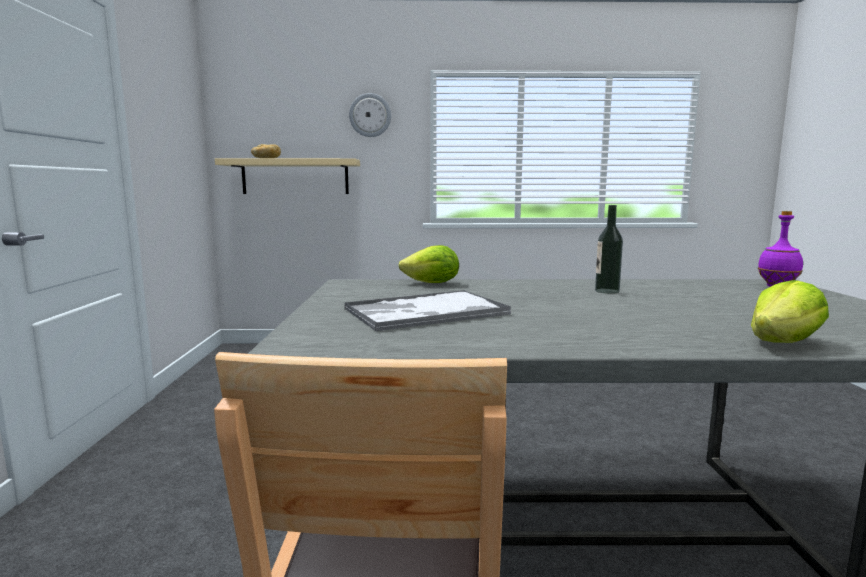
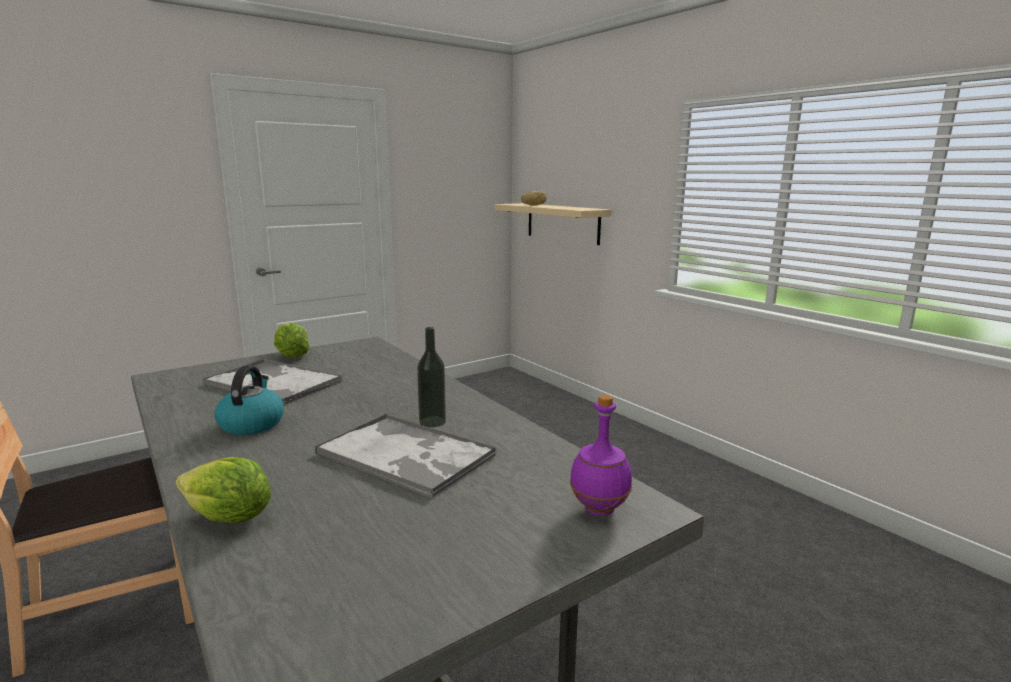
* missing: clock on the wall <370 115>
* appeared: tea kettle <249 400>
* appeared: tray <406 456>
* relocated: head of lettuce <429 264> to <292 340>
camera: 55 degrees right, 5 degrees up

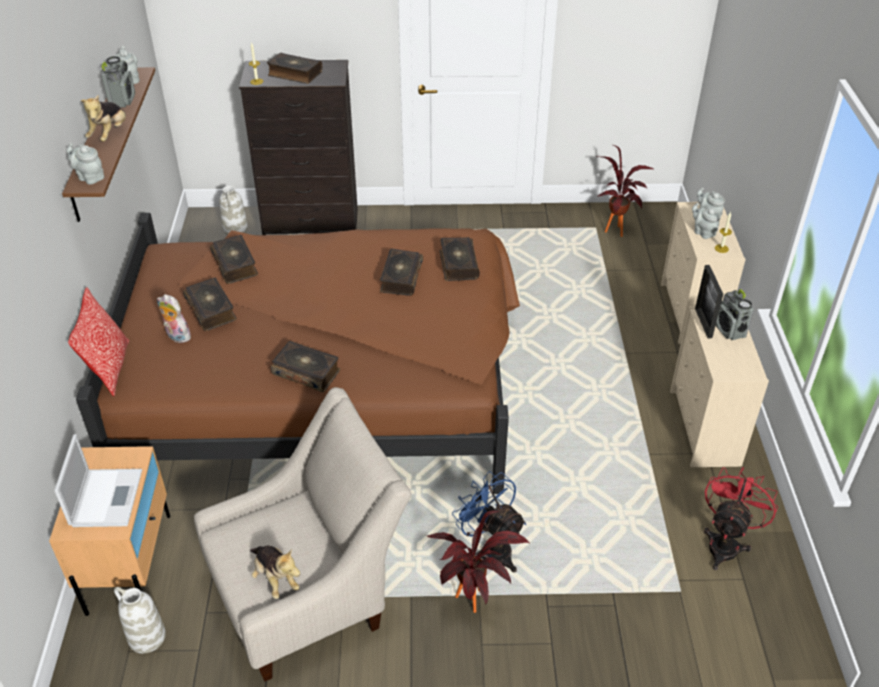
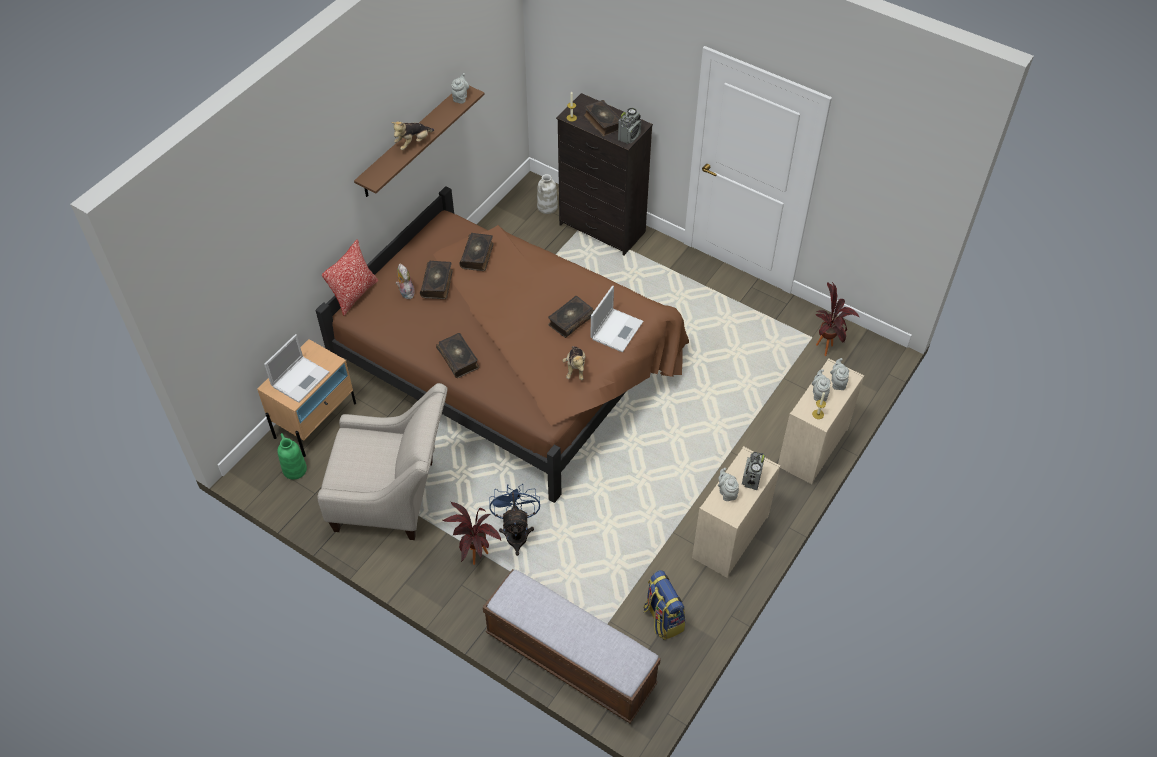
* missing: photo frame <709 302>
* appeared: long seat <572 646>
* relocated: grey teapot <85 164> to <728 484>
* relocated: radio receiver <118 81> to <629 126>
* relocated: plush toy <275 572> to <573 363>
* exchanged: book <459 259> to portable computer <617 319>
* exchanged: red-coloured fan <741 518> to rucksack <664 605>
* colour: white flower vase <140 620> to green-coloured flower vase <292 456>
camera: 35 degrees right, 10 degrees up

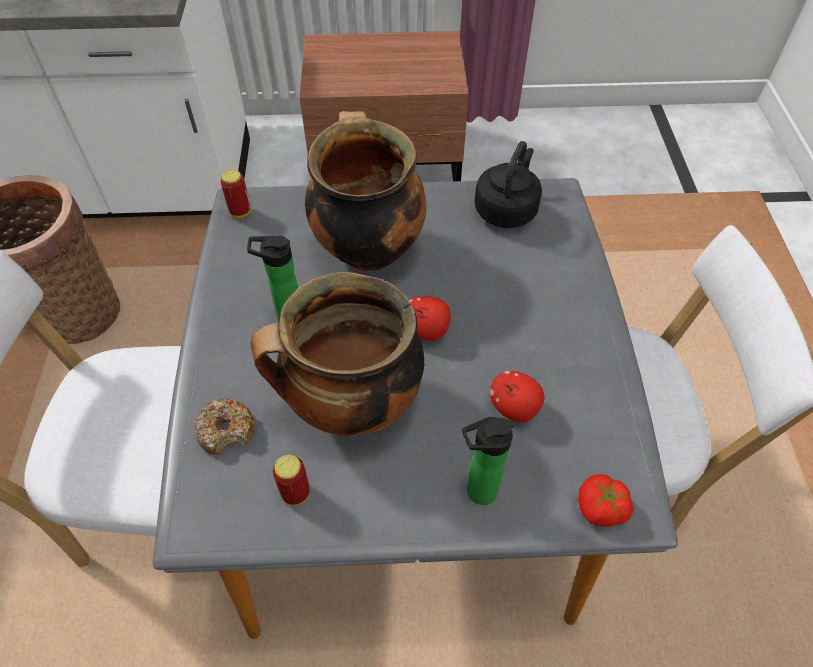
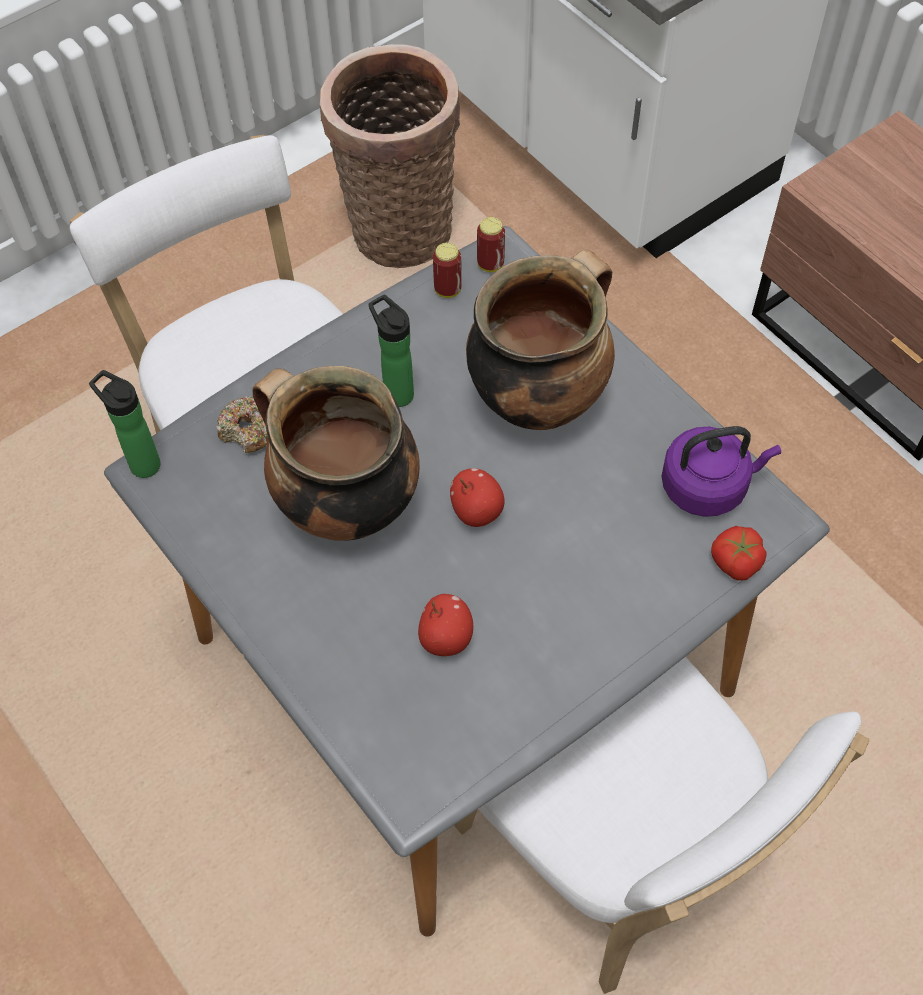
* relocated: sealed can <291 480> to <447 270>
* relocated: bottle <488 461> to <125 424>
* relocated: whole tomato <606 500> to <739 553>
* colour: blackish tea kettle <508 184> to purplish tea kettle <721 471>
camera: 55 degrees right, 5 degrees up

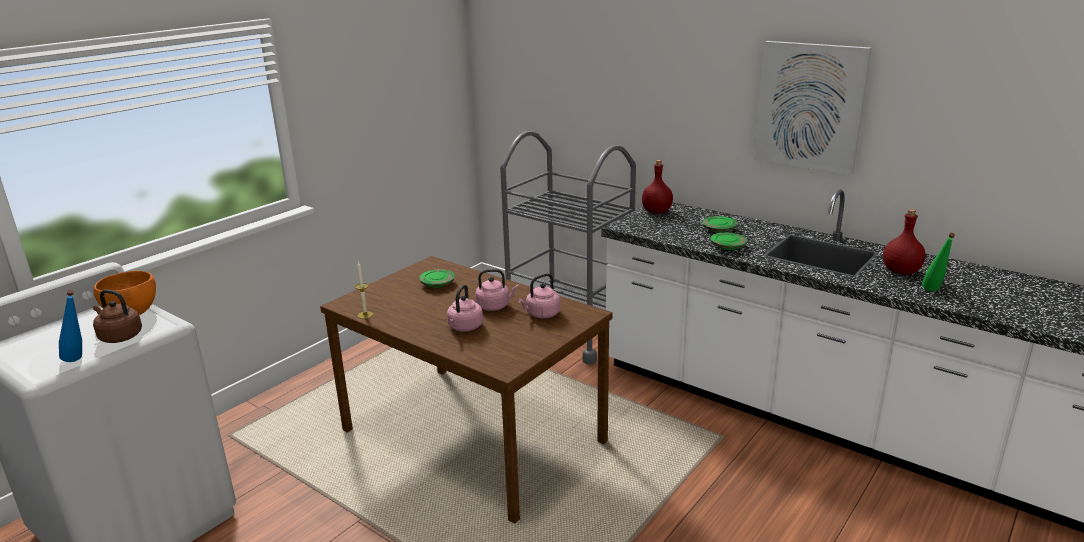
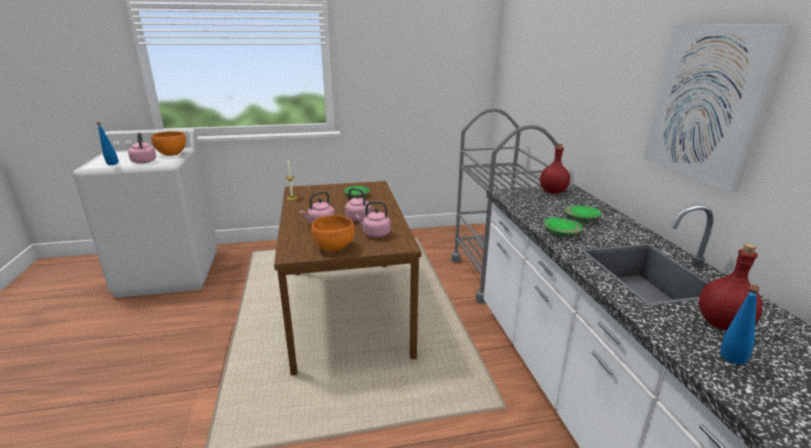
* appeared: orangey deep dish <333 233>
* colour: brownish tea kettle <117 316> to pink-coloured tea kettle <142 148>
* colour: green-coloured bottle <938 262> to blue bottle <740 325>
camera: 40 degrees right, 0 degrees up

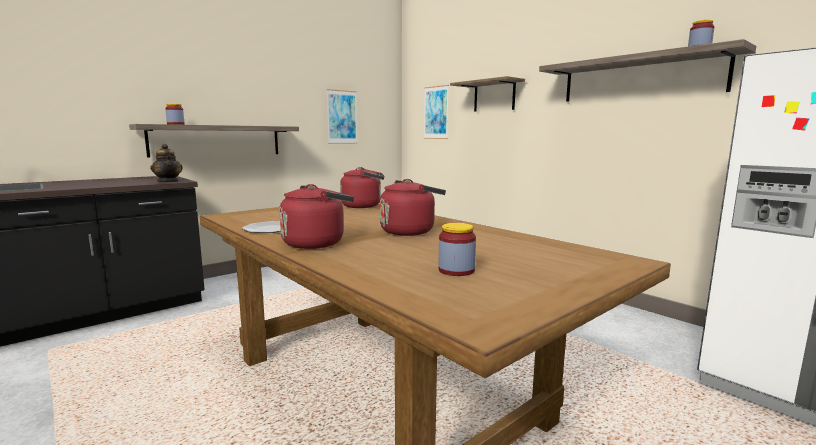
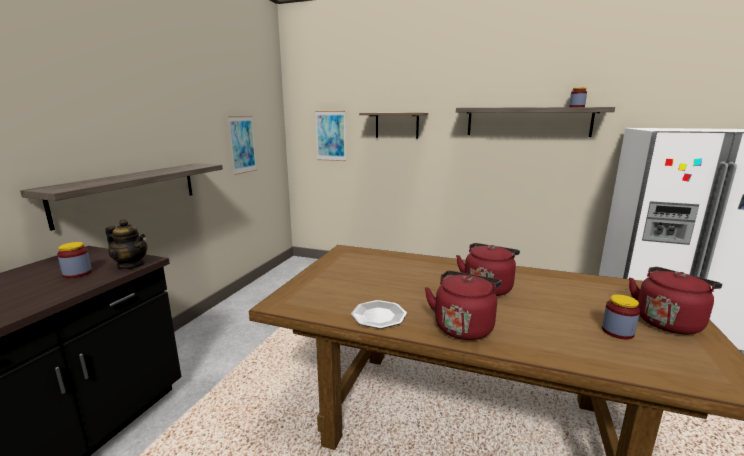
* relocated: storage jar <174 114> to <74 260>
* relocated: red-coloured tea kettle <362 187> to <675 300>
camera: 30 degrees left, 5 degrees up

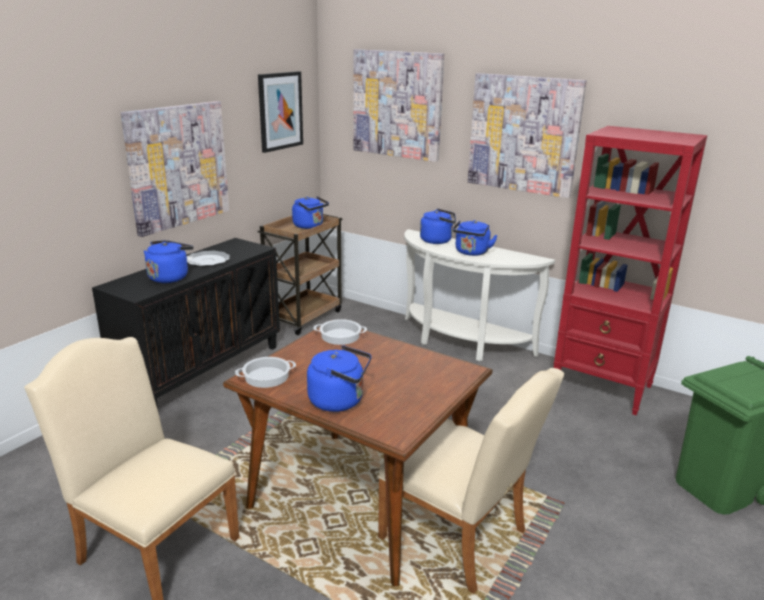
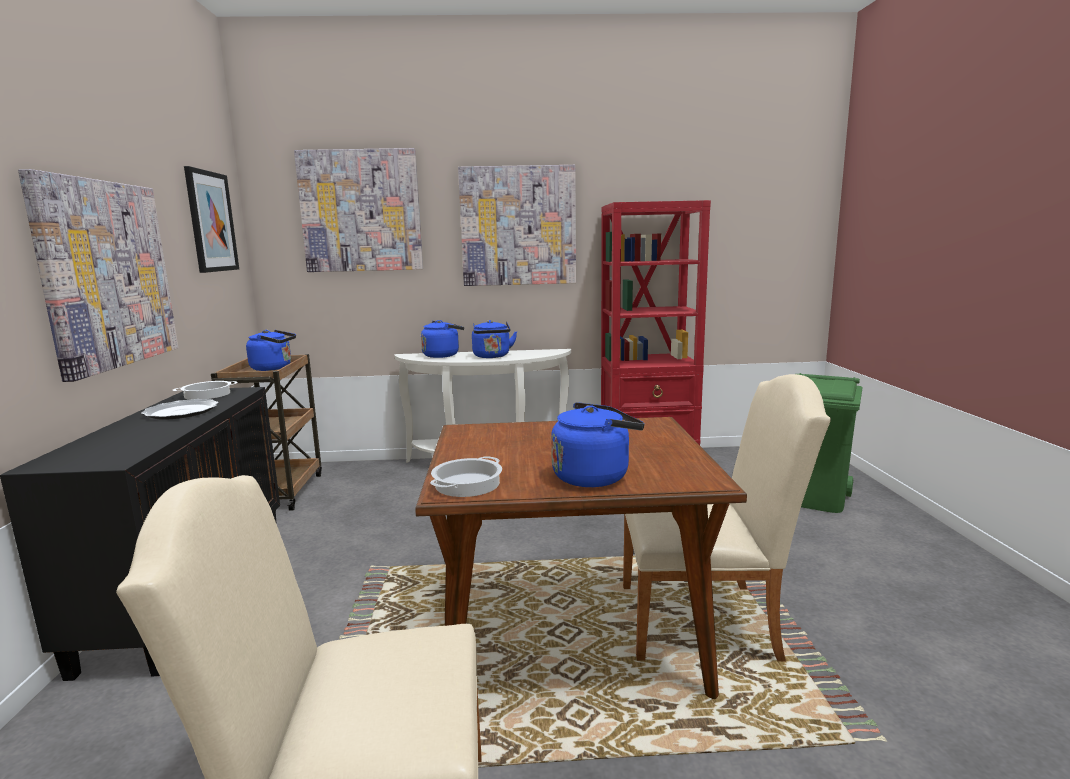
* missing: blue tea kettle <168 261>
* relocated: cooking pot <340 332> to <205 390>
camera: 35 degrees left, 10 degrees down

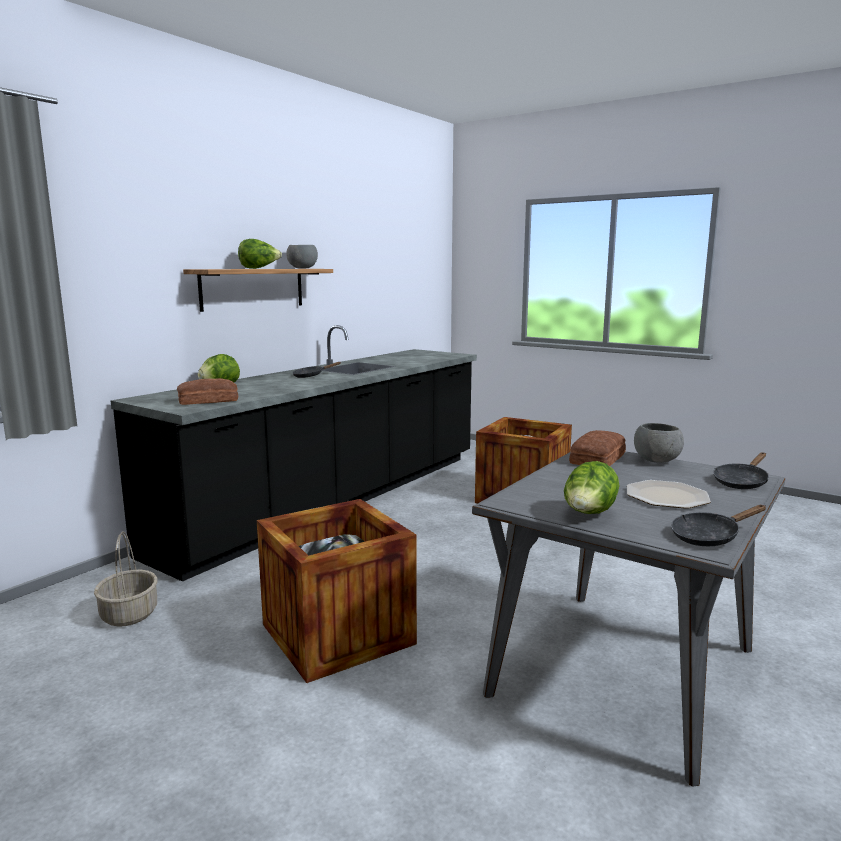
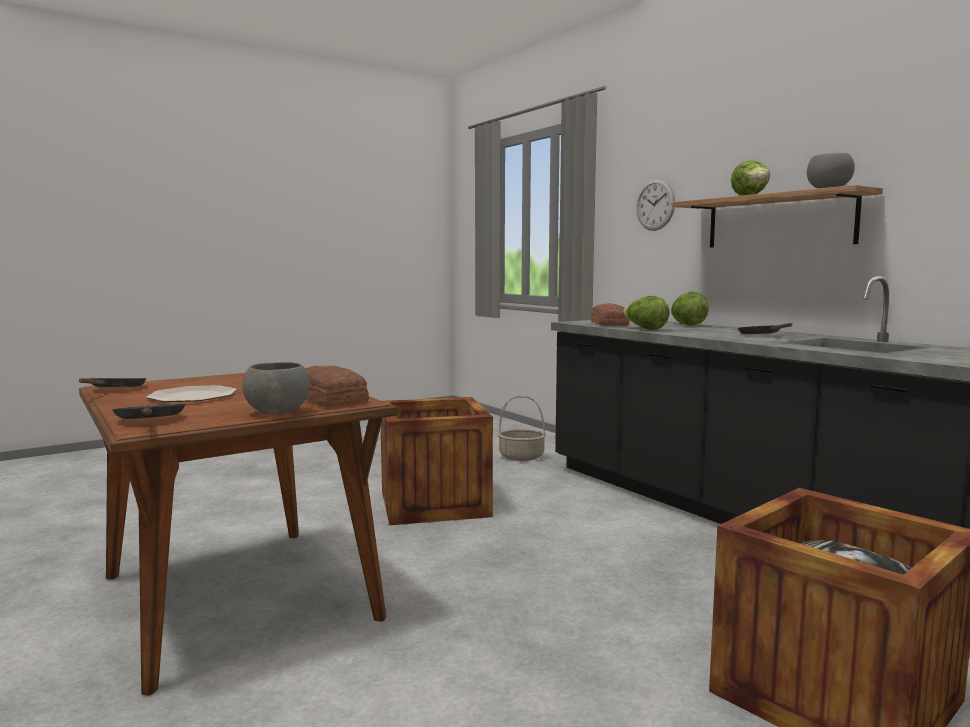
* appeared: clock on the wall <655 205>
* relocated: head of lettuce <592 487> to <646 313>
* colour: grey dining table <628 619> to brownish dining table <238 534>
camera: 110 degrees right, 5 degrees down

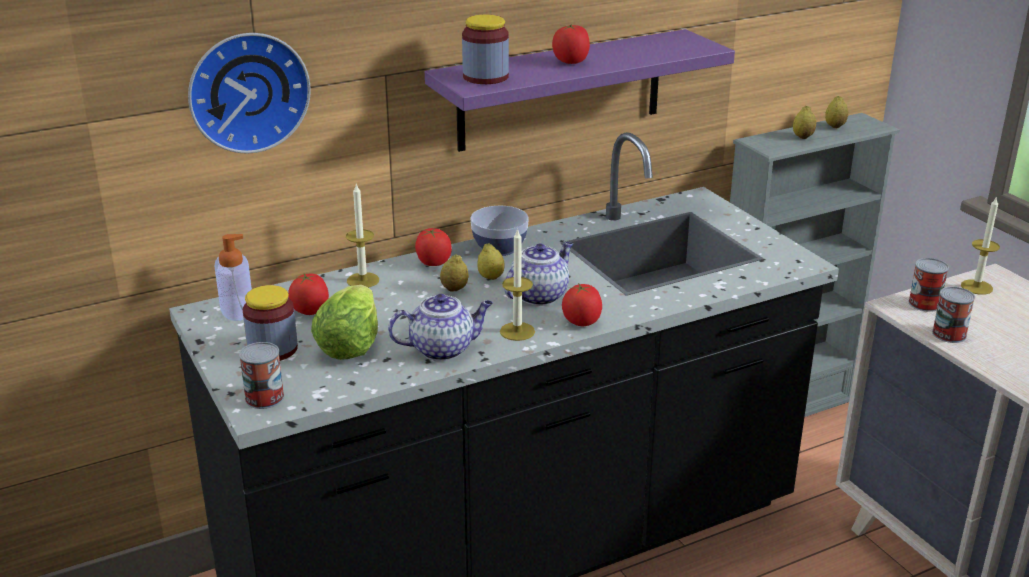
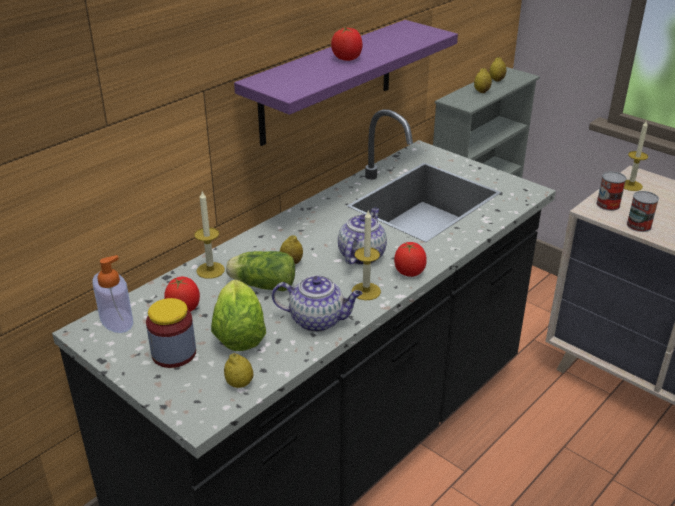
* missing: clock on the wall <249 93>
* missing: sealed can <261 375>
* missing: whole tomato <433 247>
* missing: storage jar <485 49>
* missing: deep dish <500 231>
* appeared: head of lettuce <260 271>
* relocated: lemon <491 262> to <238 370>
* spun: teapot <440 327> = <317 303> 45 degrees clockwise
camera: 20 degrees left, 5 degrees up

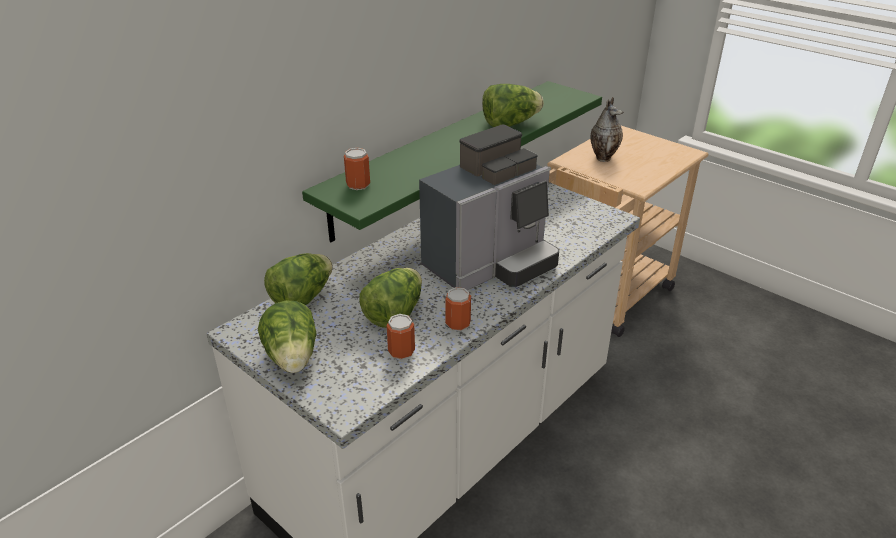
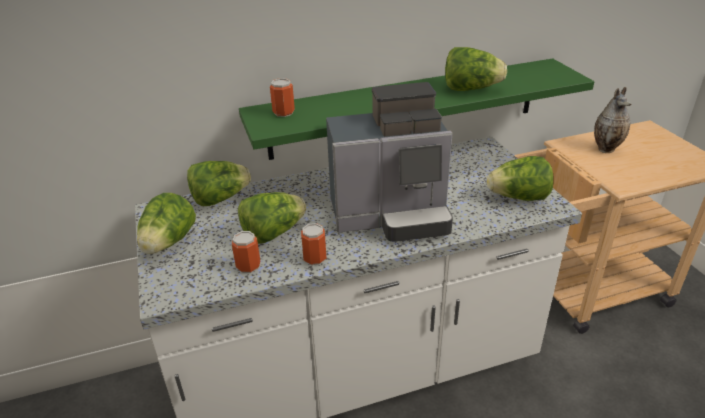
* appeared: head of lettuce <520 178>
camera: 30 degrees right, 0 degrees up

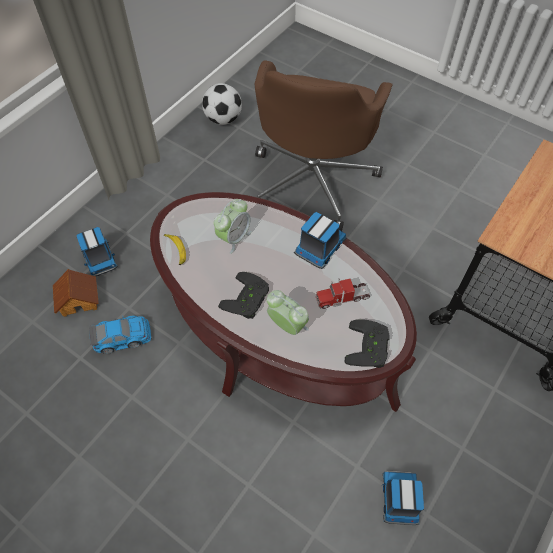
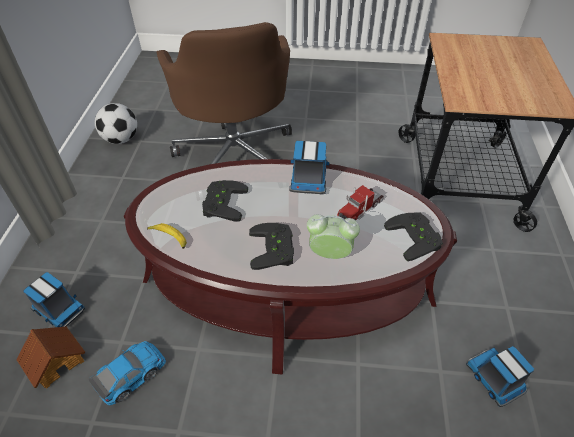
* exchanged: alarm clock <233 226> to blackish joypad <225 200>
camera: 30 degrees left, 10 degrees down

